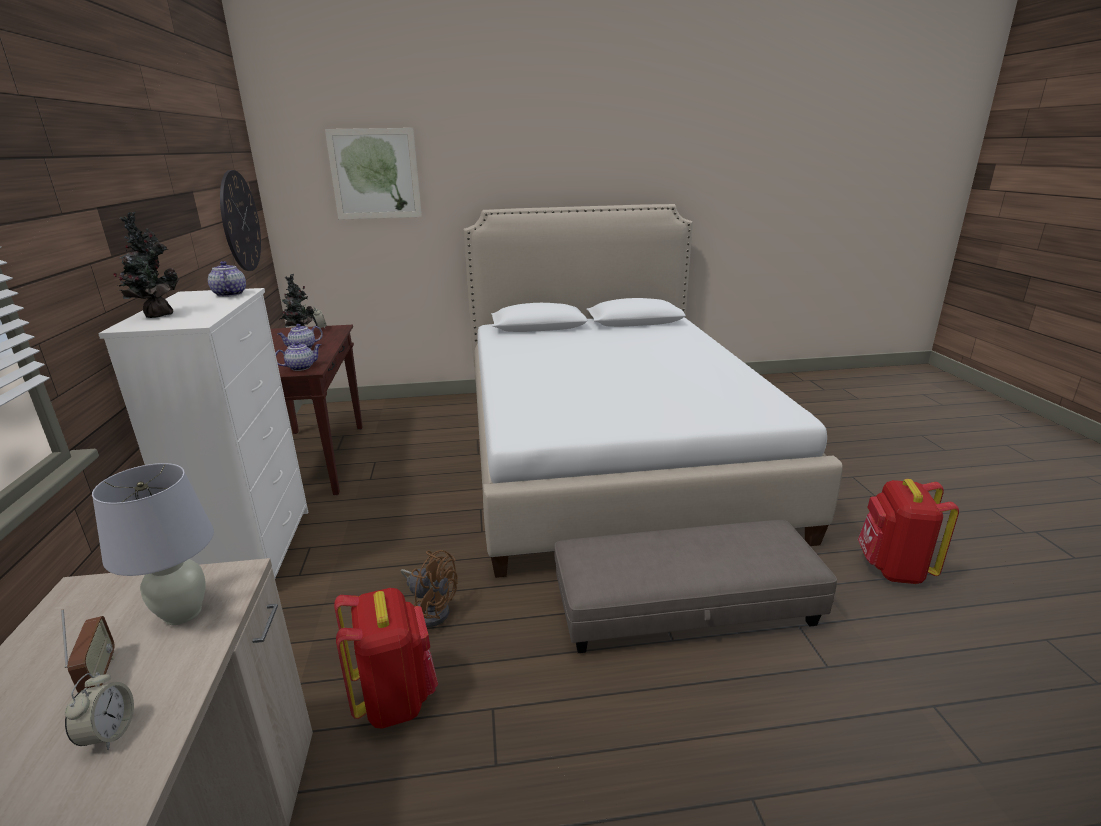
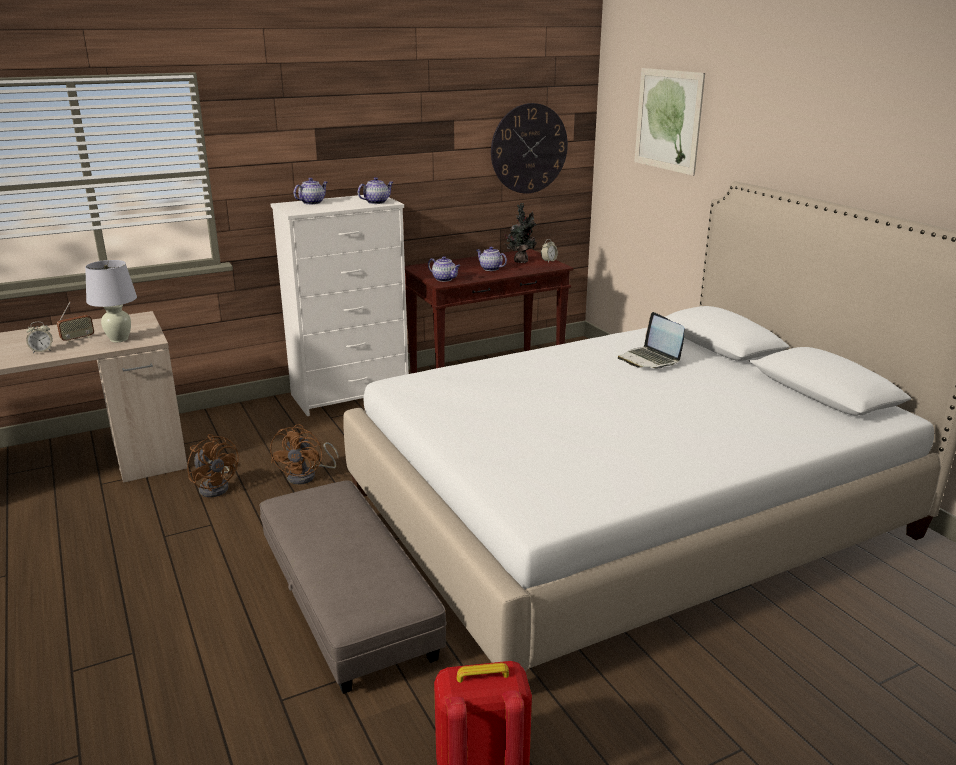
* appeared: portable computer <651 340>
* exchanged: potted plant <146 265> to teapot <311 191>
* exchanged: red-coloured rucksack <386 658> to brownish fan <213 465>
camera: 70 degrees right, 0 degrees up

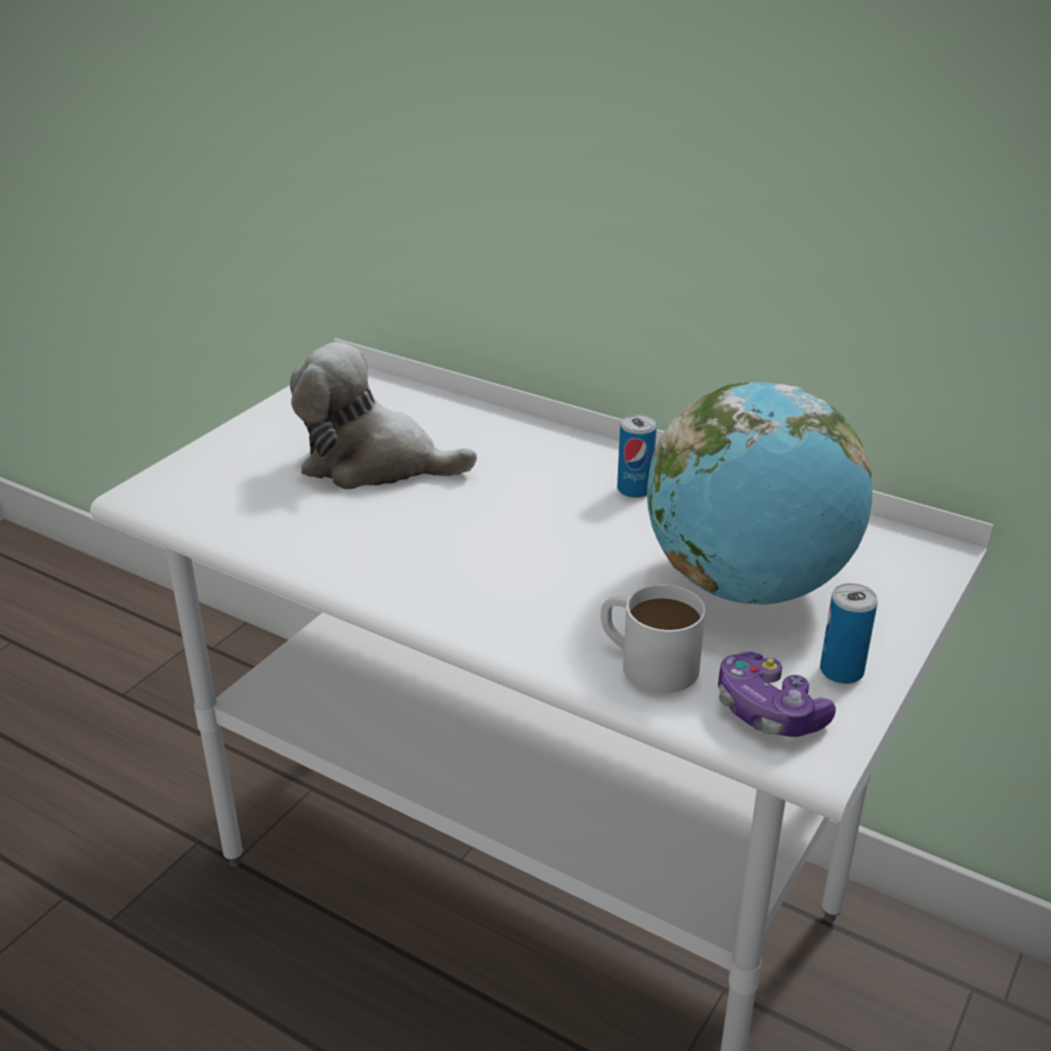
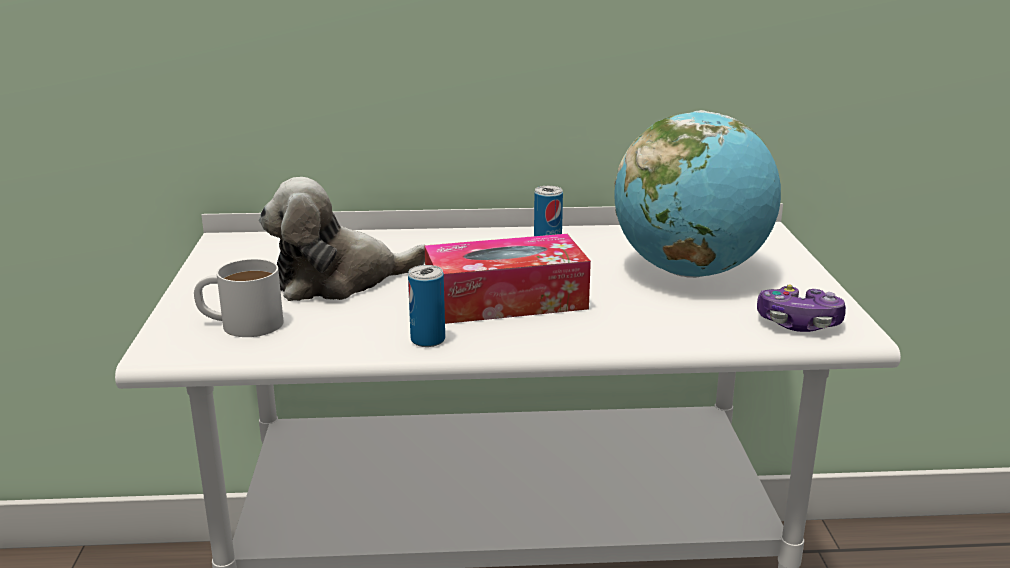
* appeared: box of tissues <507 279>
* relocated: white tea mug <653 638> to <239 298>
* relocated: sealed can <849 633> to <426 306>
camera: 35 degrees left, 10 degrees down

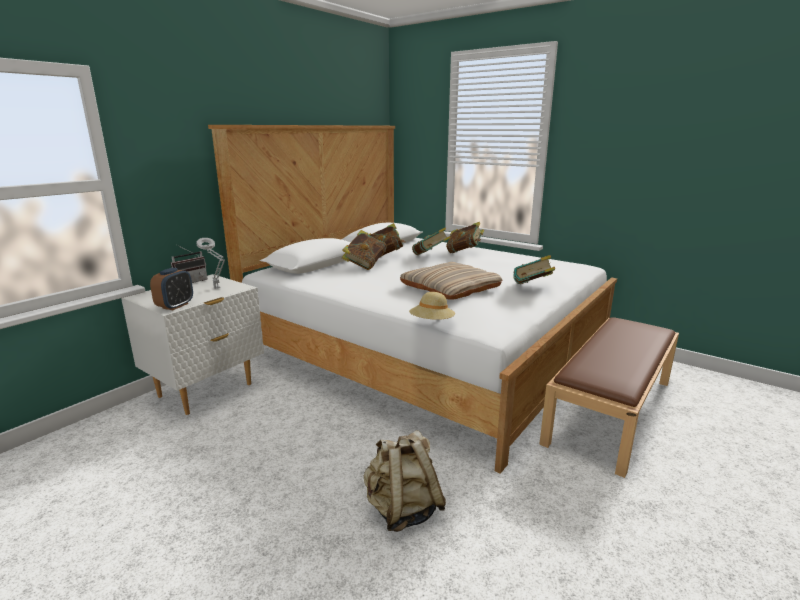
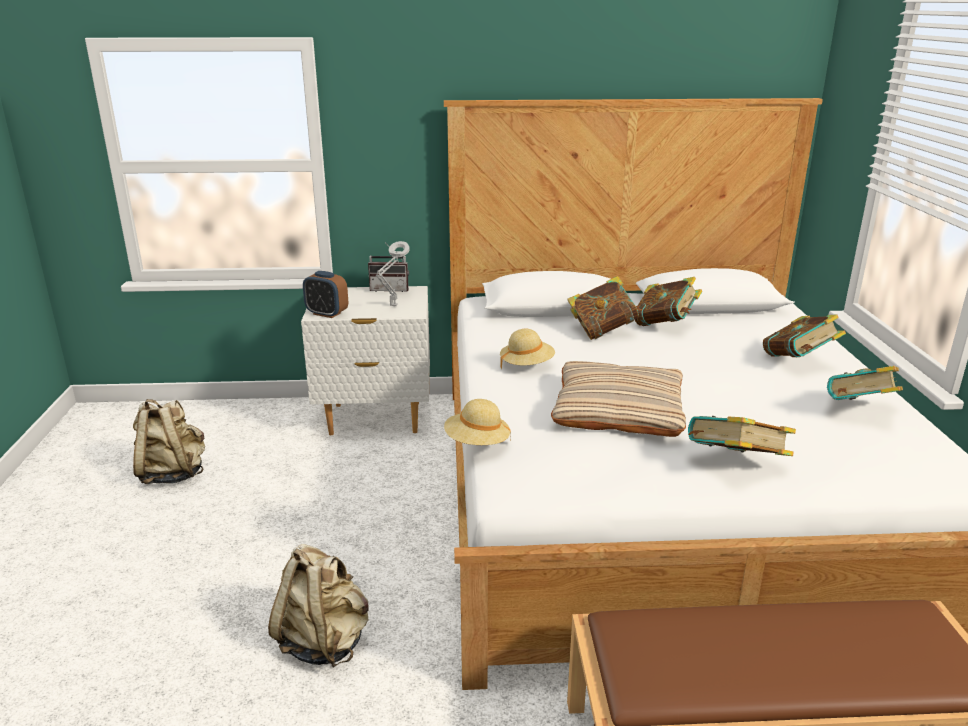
* appeared: beige-coloured rucksack <169 441>
* appeared: beige-coloured hat <527 348>
* relocated: book <431 241> to <865 383>
* spun: alarm clock <171 289> = <325 294> 45 degrees clockwise
camera: 50 degrees right, 5 degrees up

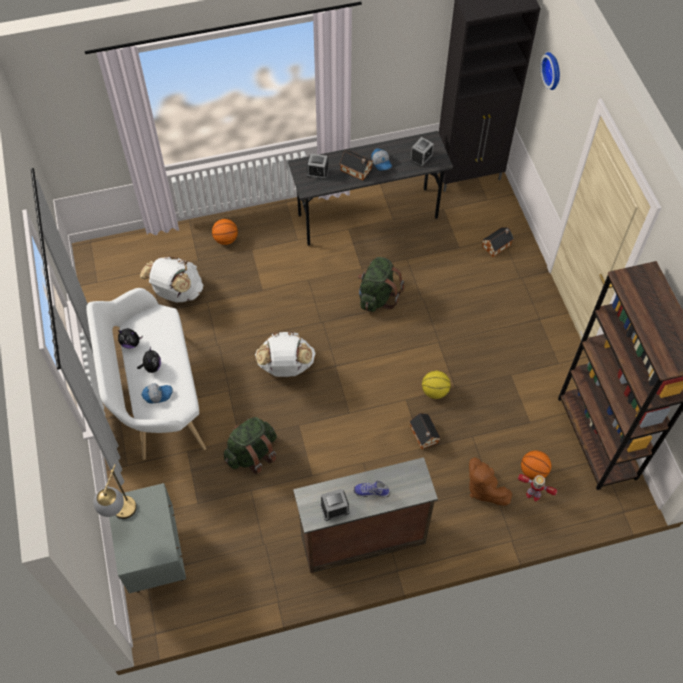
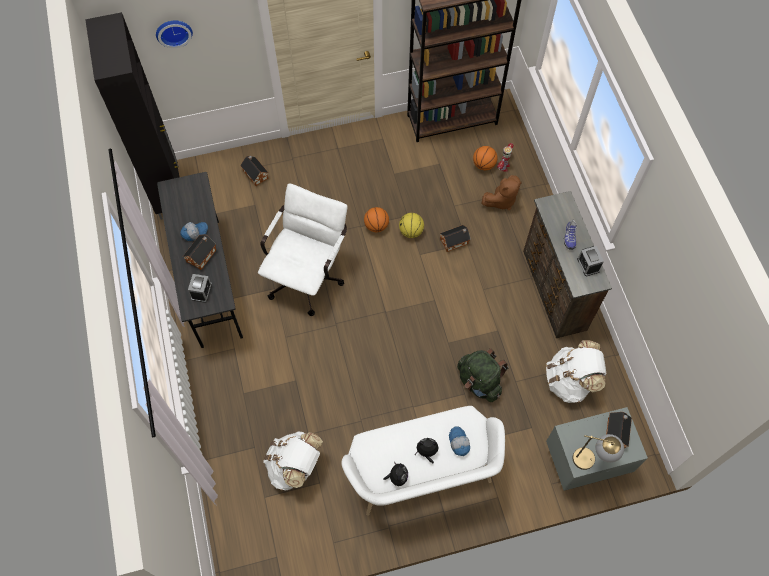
* missing: alarm clock <422 152>
* appeared: miniature house <619 430>
* relocated: ball for basketball <225 232> to <376 219>
* relocated: white rucksack <285 354> to <576 371>
* exchanged: green-coloured rucksack <381 284> to white office chair <302 250>
camera: 90 degrees left, 5 degrees up

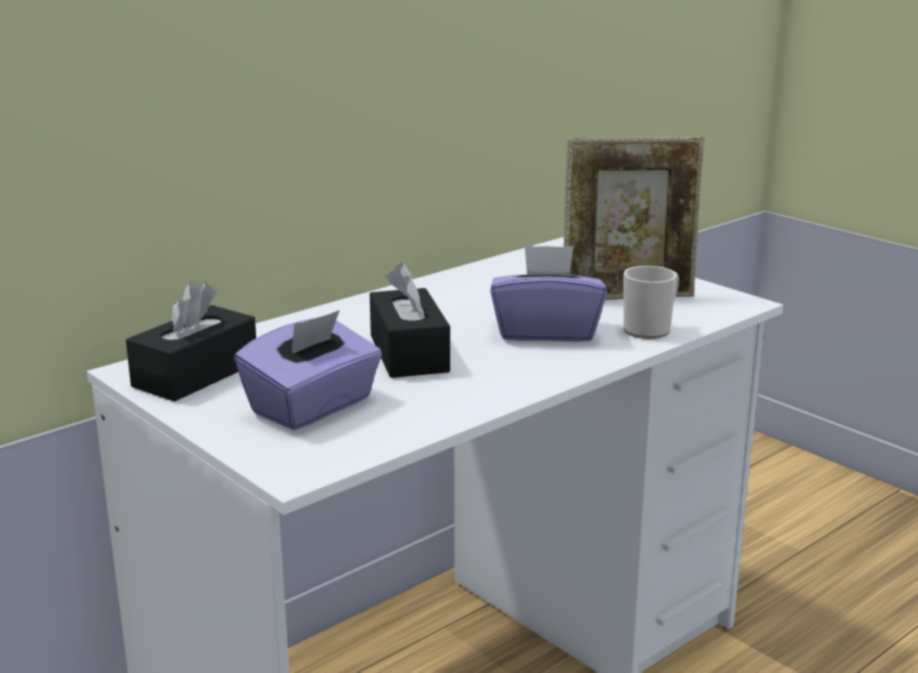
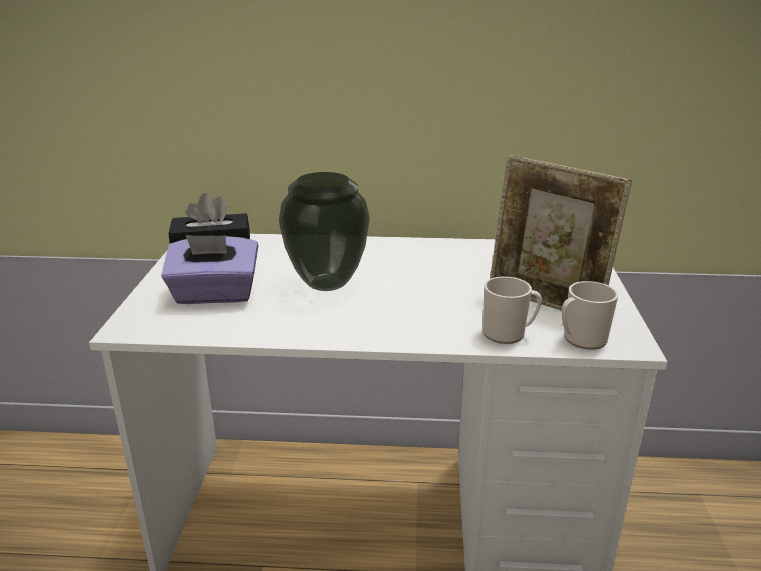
* missing: purplish box of tissues <548 293>
* appeared: tea mug <590 315>
* exchanged: blackish box of tissues <410 320> to flower vase <324 231>
camera: 45 degrees right, 5 degrees up

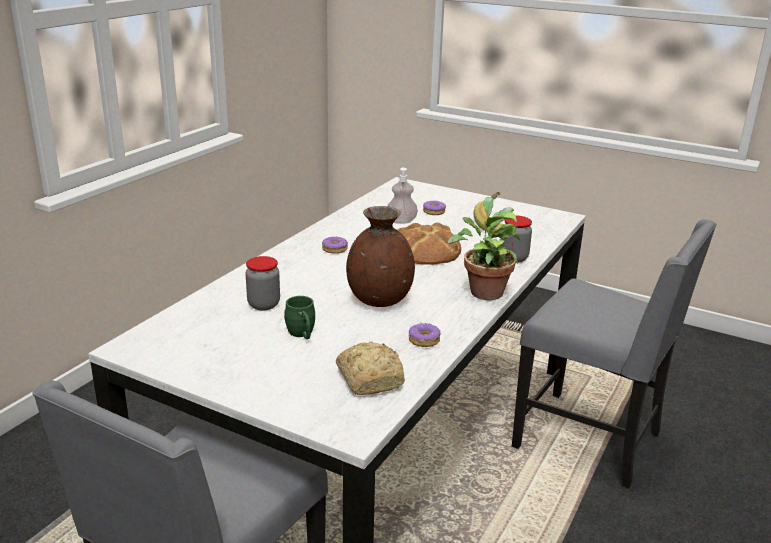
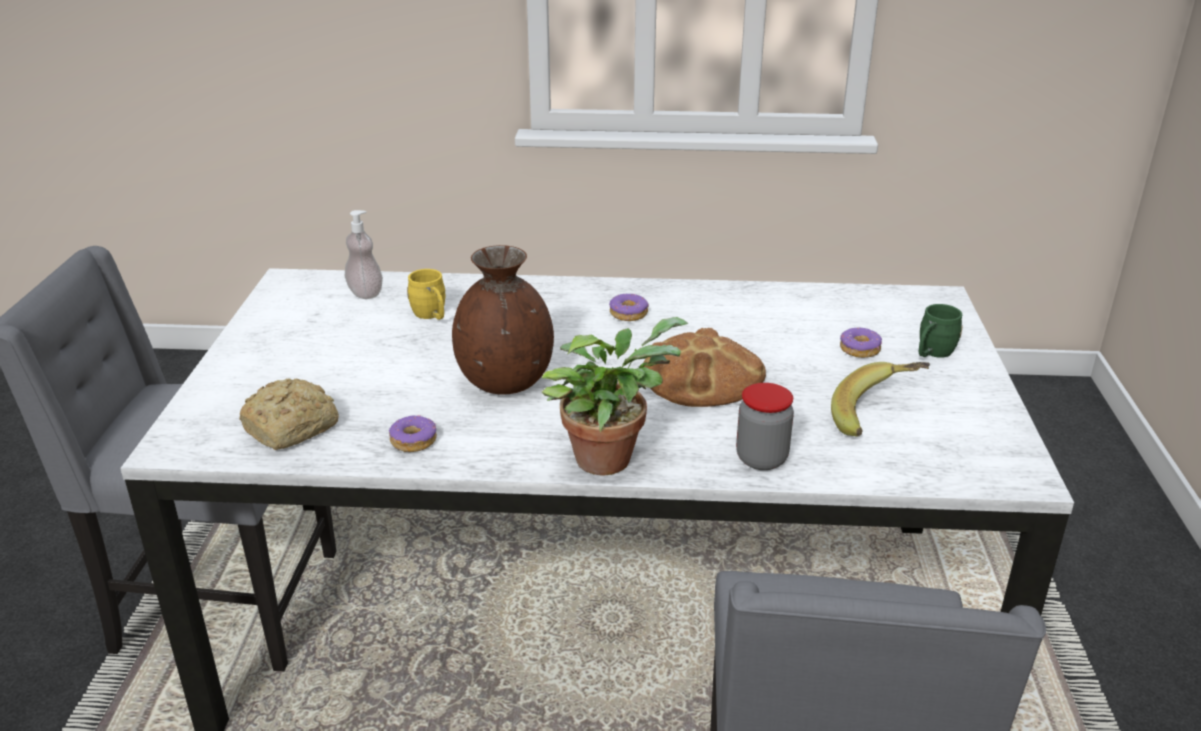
* relocated: green-coloured tea mug <299 317> to <941 331>
* relocated: soap bottle <402 196> to <364 254>
* exchanged: storage jar <262 283> to yellow tea mug <426 294>
camera: 65 degrees right, 5 degrees up

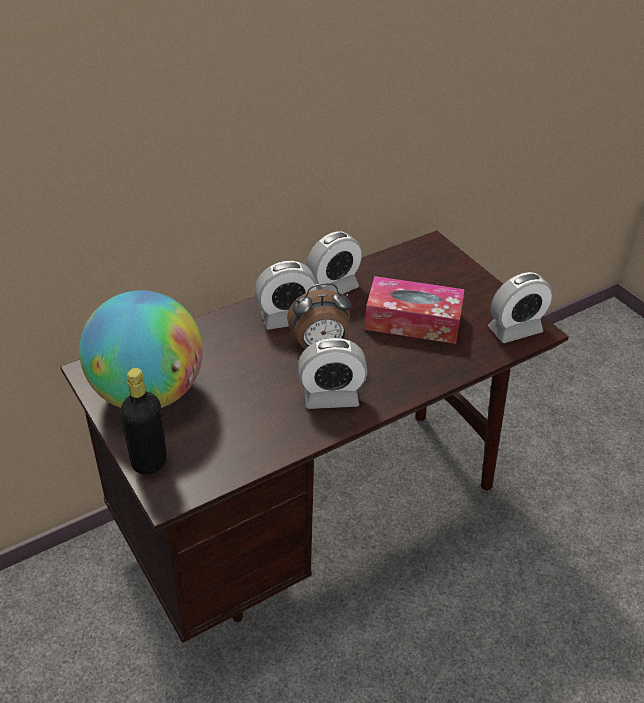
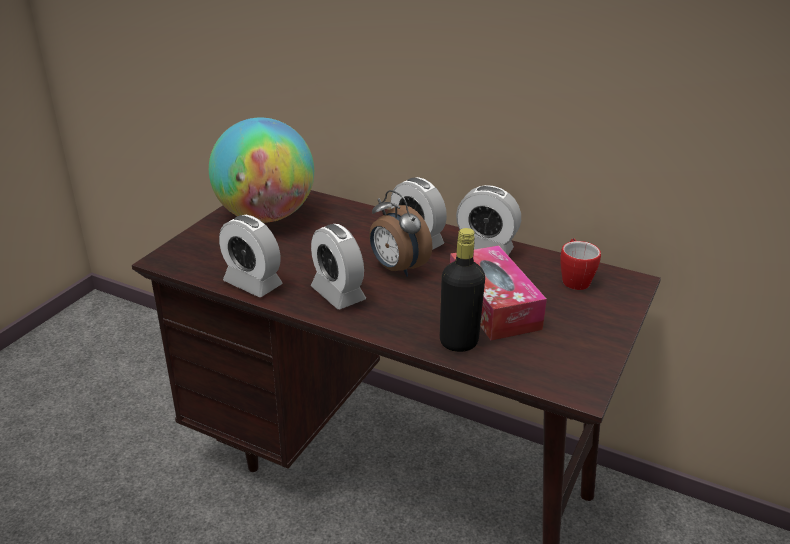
* appeared: tea mug <580 264>
* relocated: blackish bottle <143 421> to <462 290>
* relocated: alarm clock <520 307> to <251 256>
camera: 60 degrees right, 10 degrees down

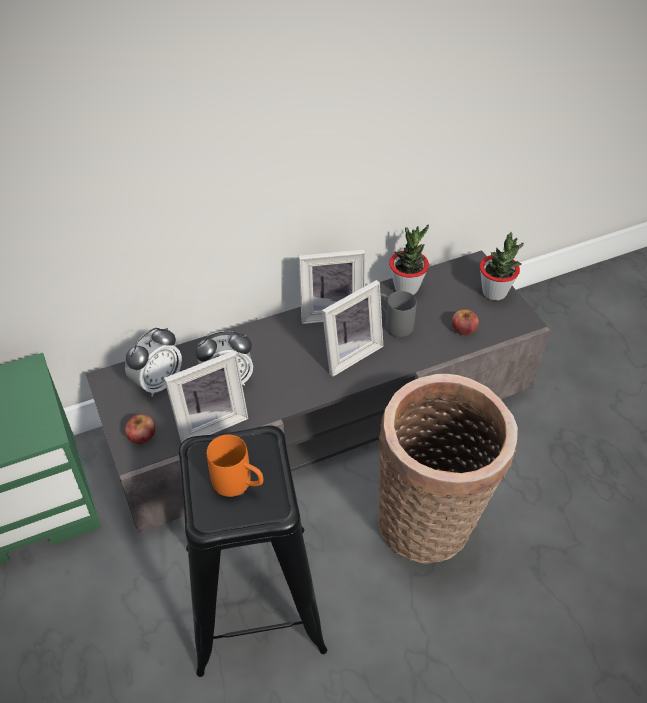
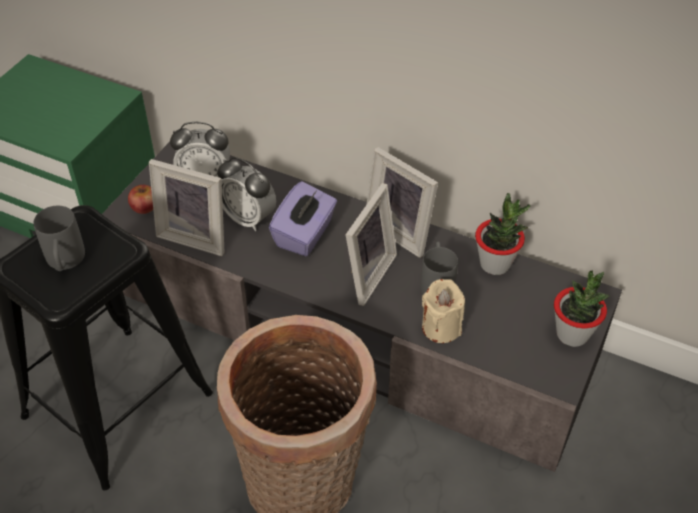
* missing: apple <465 322>
* appeared: purplish box of tissues <303 218>
* appeared: beige-coloured wax light <443 311>
* colour: orangey tea mug <235 466> to grey tea mug <59 238>
* spun: photo frame <352 328> = <371 244> 75 degrees counterclockwise
camera: 50 degrees right, 0 degrees up

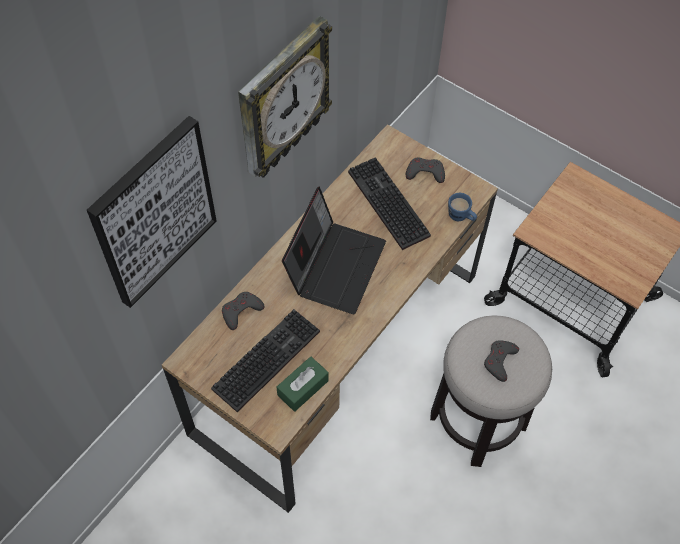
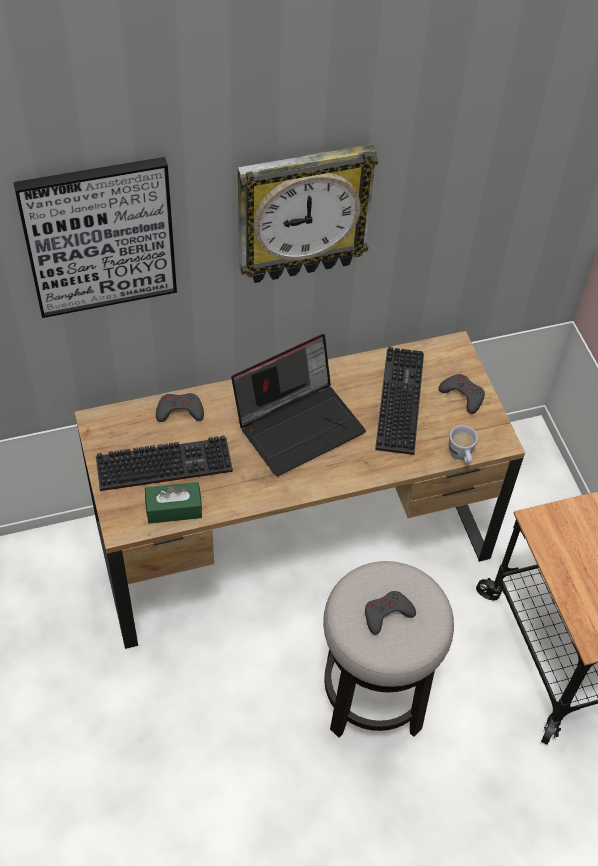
* colour: blue tea mug <462 207> to white tea mug <463 445>
camera: 35 degrees right, 5 degrees down

